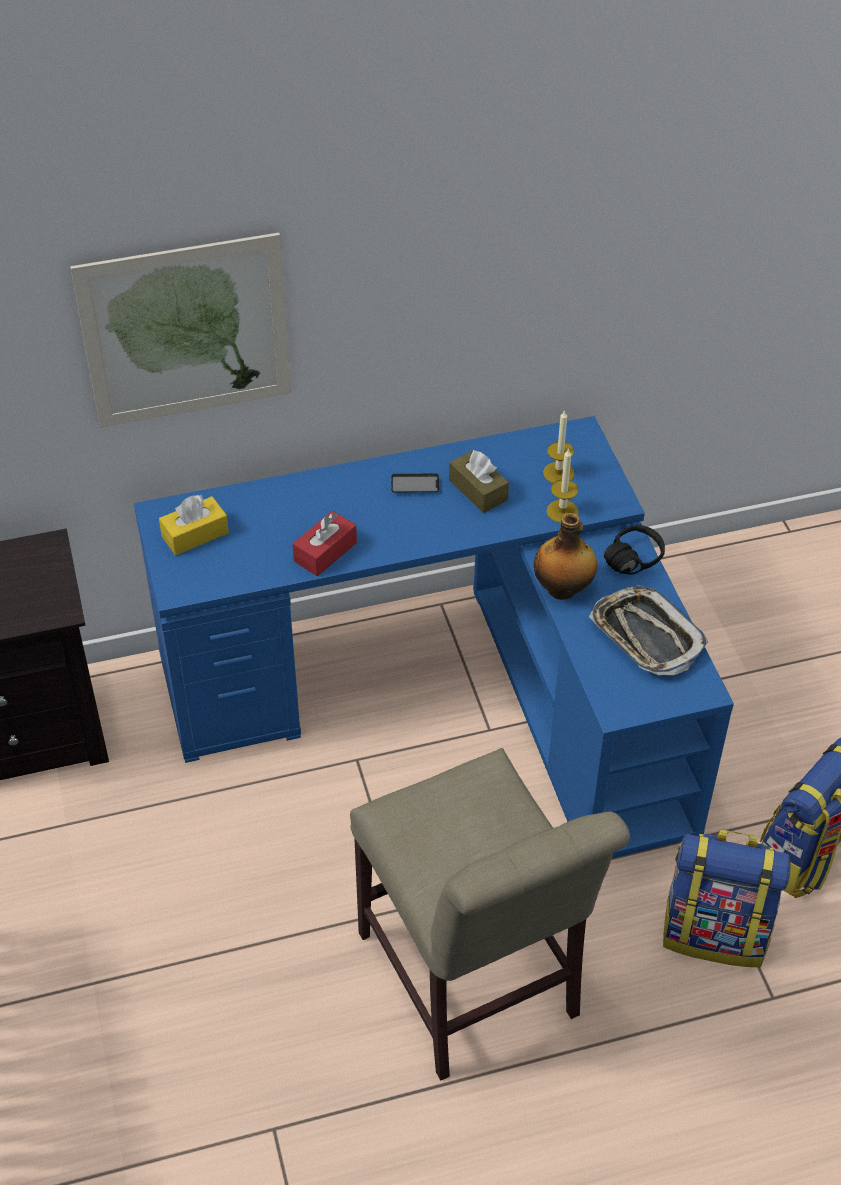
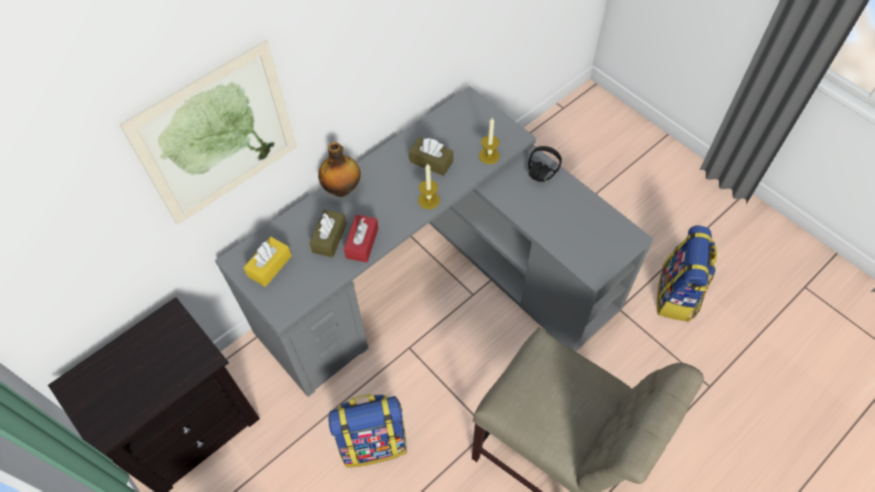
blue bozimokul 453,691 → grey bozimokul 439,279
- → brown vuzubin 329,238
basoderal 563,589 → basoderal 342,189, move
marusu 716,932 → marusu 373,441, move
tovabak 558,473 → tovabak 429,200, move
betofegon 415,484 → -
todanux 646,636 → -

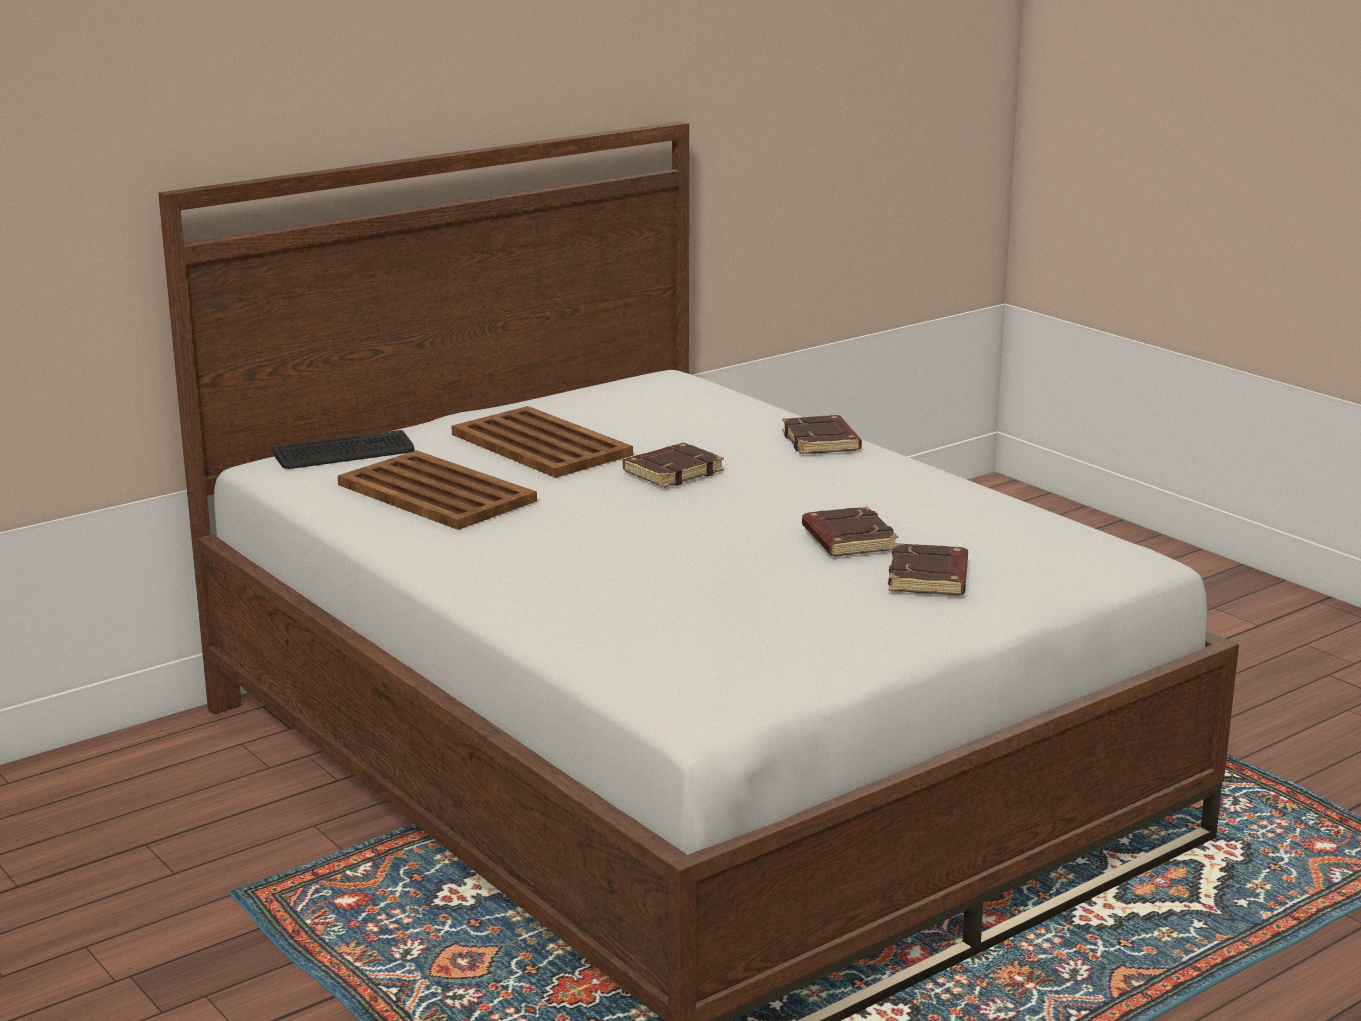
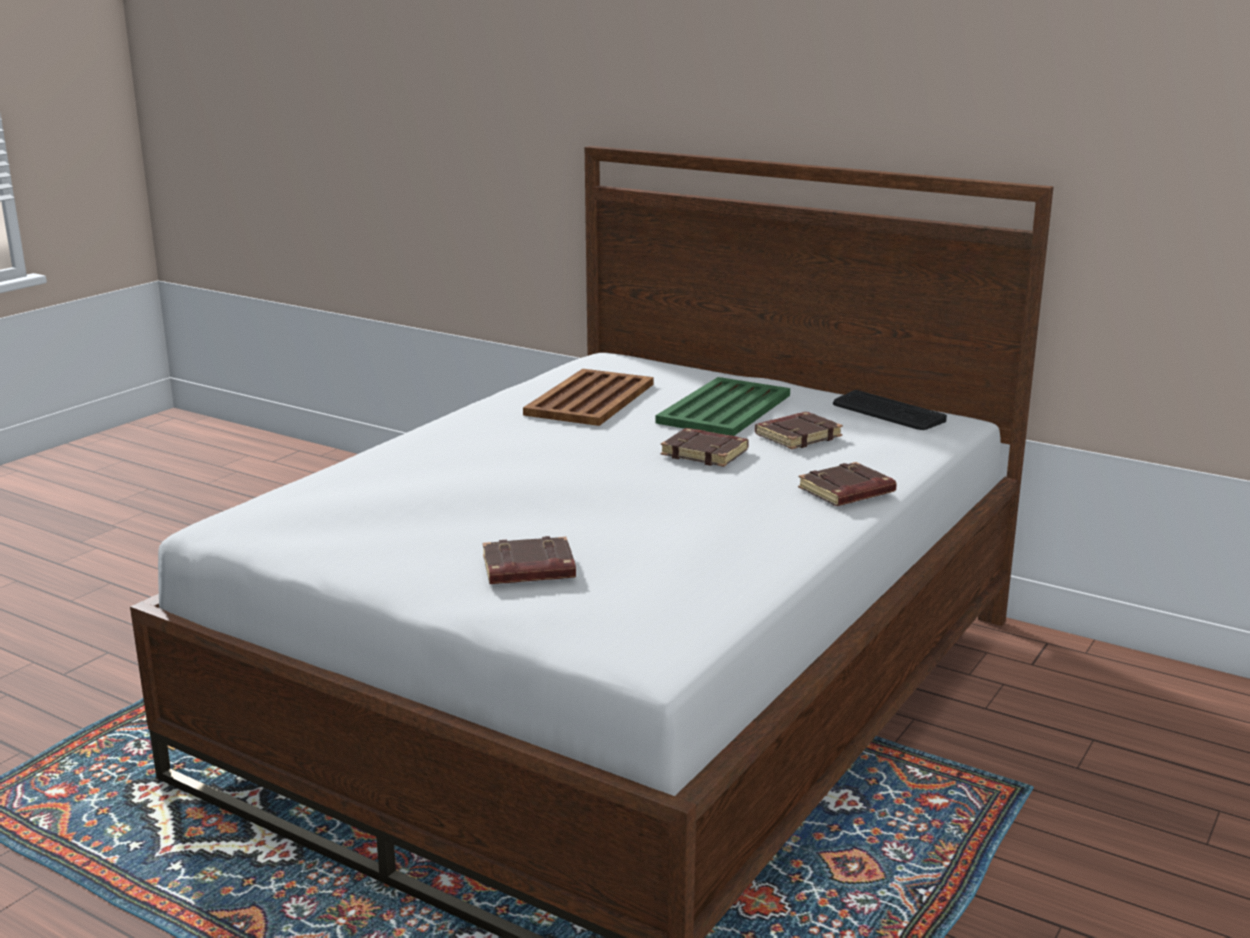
brown todanux 540,444 → green todanux 725,408
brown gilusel 847,540 → brown gilusel 797,436, move
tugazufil 344,453 → tugazufil 887,412, move

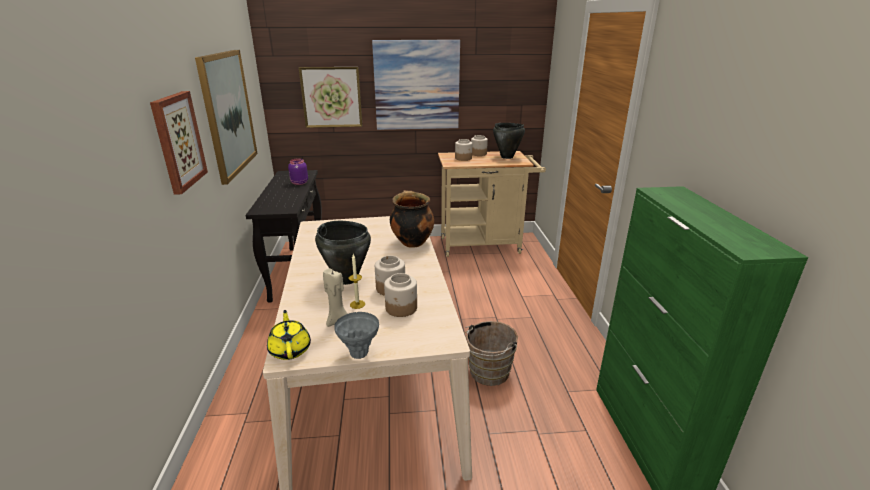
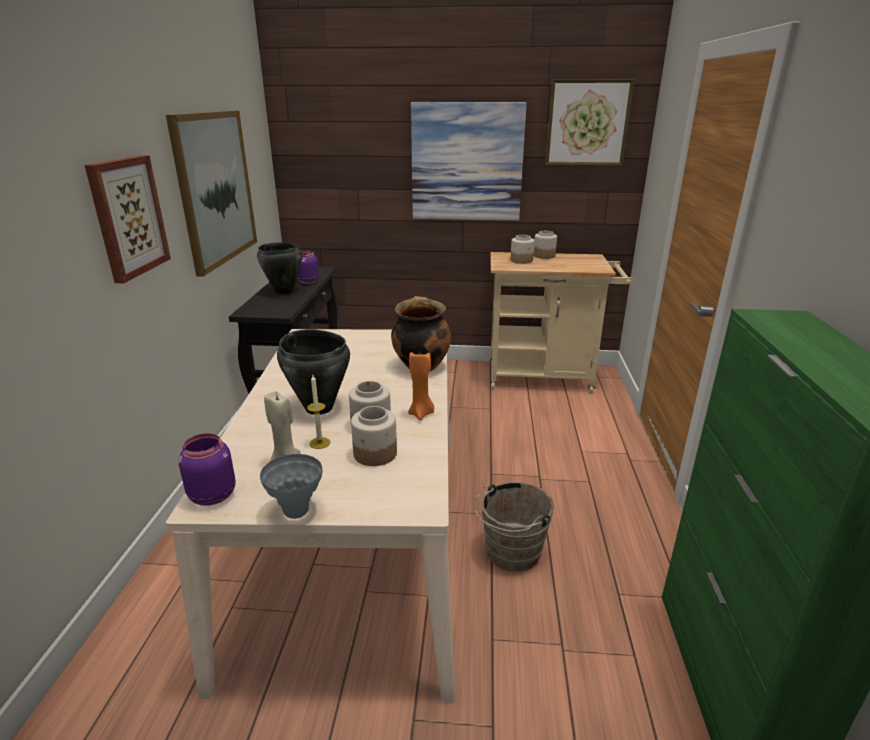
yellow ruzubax 290,349 → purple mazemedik 212,495
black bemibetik 507,157 → black bemibetik 284,292, move
- → orange tovabak 421,414
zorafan 331,97 → zorafan 587,123, move

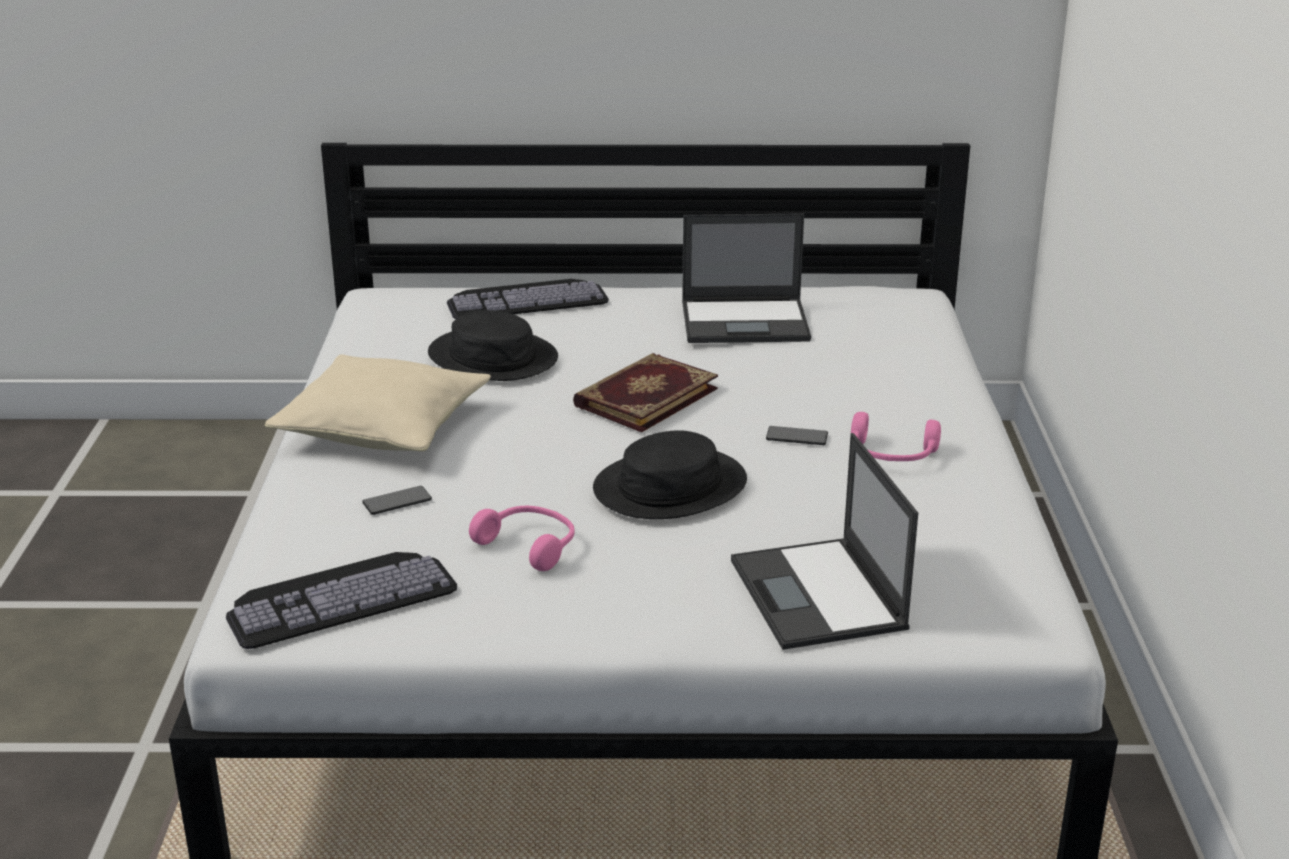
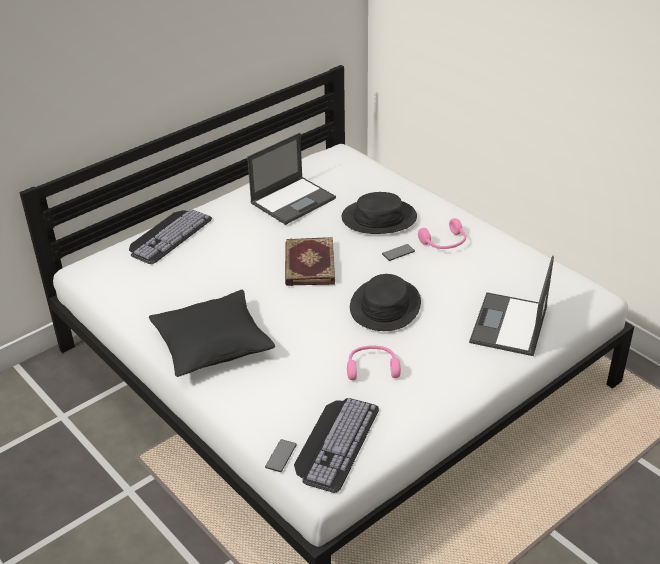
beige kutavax 383,428 → black kutavax 212,345
betofegon 397,501 → betofegon 281,456, move
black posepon 493,357 → black posepon 379,218, move
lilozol 819,595 → lilozol 509,325, 75 degrees clockwise

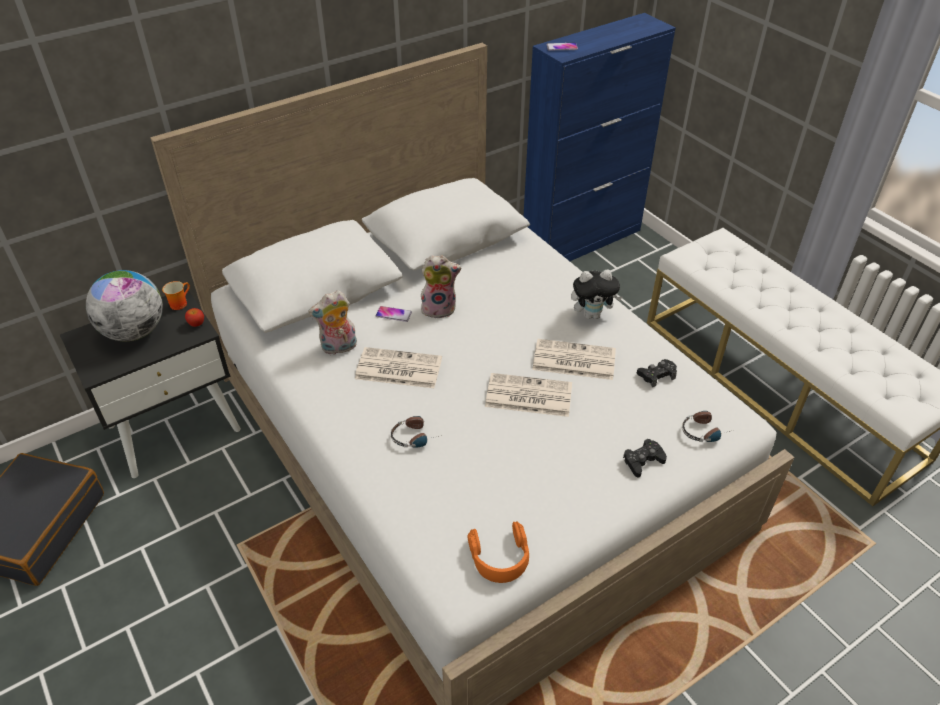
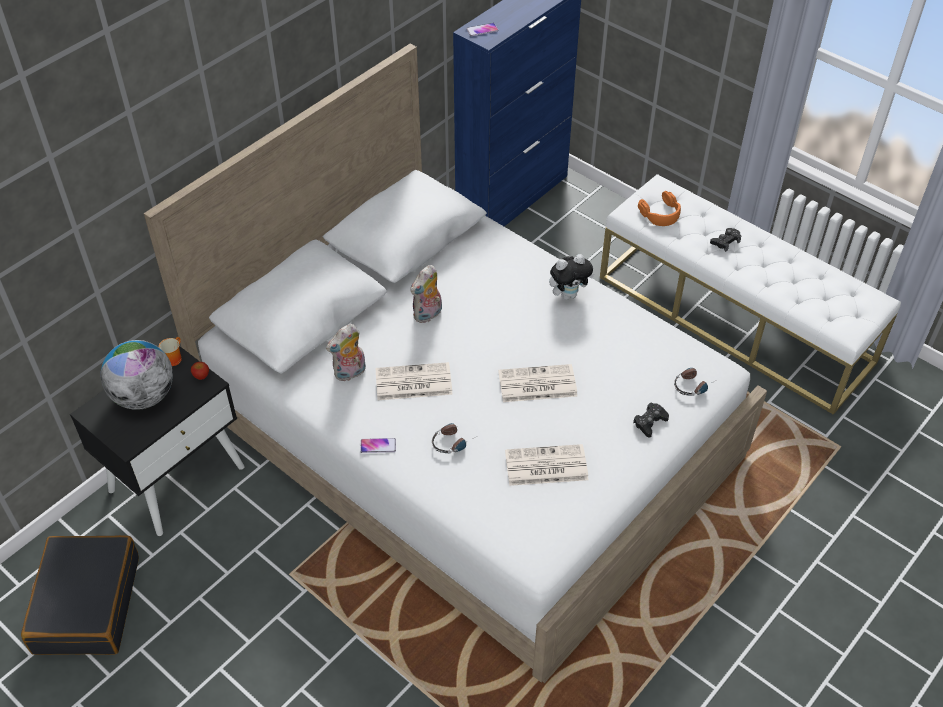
betofegon 393,314 → betofegon 378,446, move
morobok 439,308 → morobok 428,315, 150 degrees clockwise
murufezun 572,360 → murufezun 545,466, move
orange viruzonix 500,557 → orange viruzonix 660,213, move
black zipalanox 656,375 → black zipalanox 725,242, move

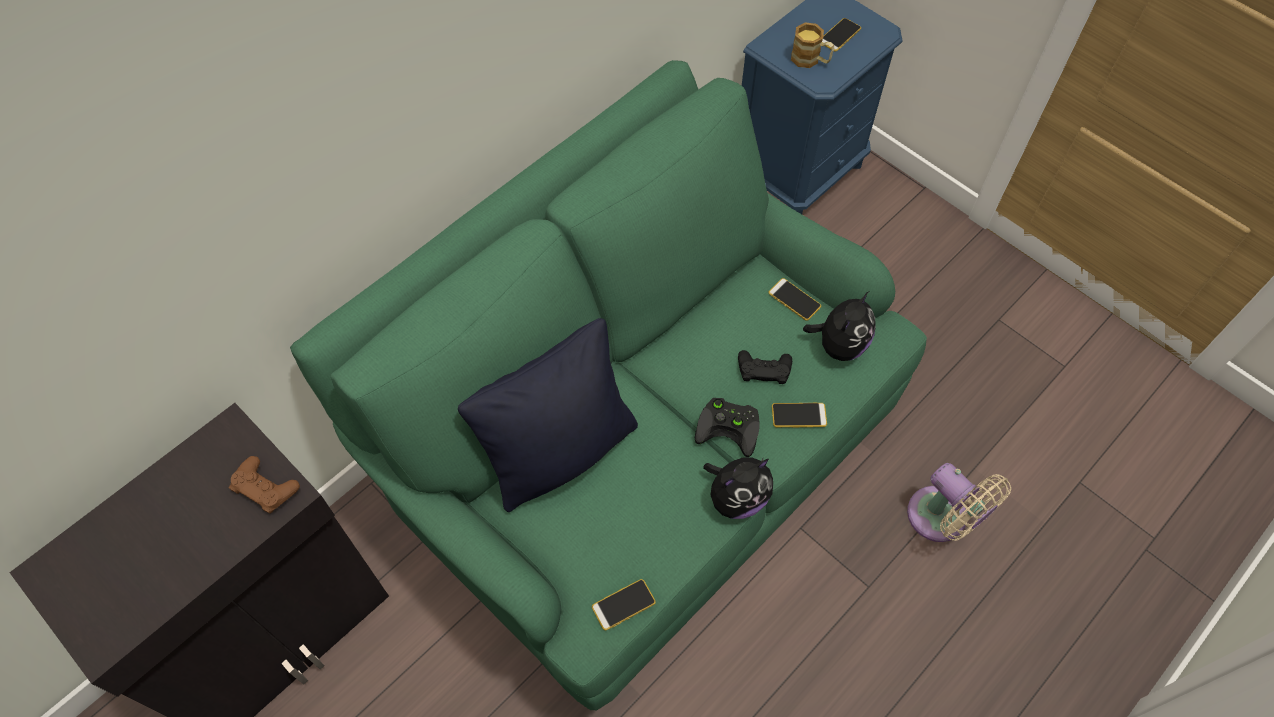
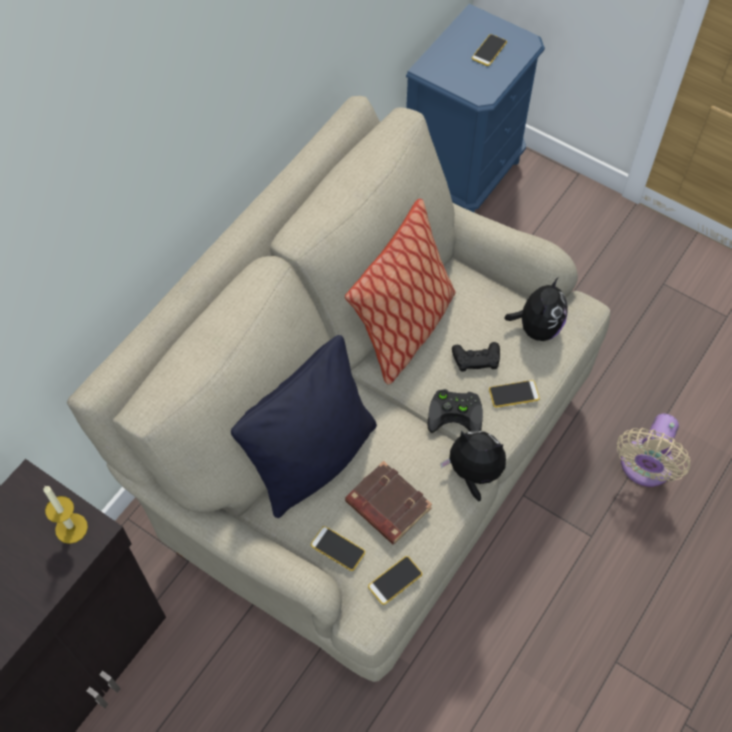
brown zipalanox 265,487 → tovabak 71,528
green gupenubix 635,453 → beige gupenubix 364,453
betofegon 794,300 → betofegon 338,548, move
- → kutavax 404,330
- → brown gilusel 386,505
morobok 736,498 → morobok 473,473, 120 degrees counterclockwise
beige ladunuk 942,520 → beige ladunuk 644,468, 75 degrees clockwise
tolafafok 810,60 → -

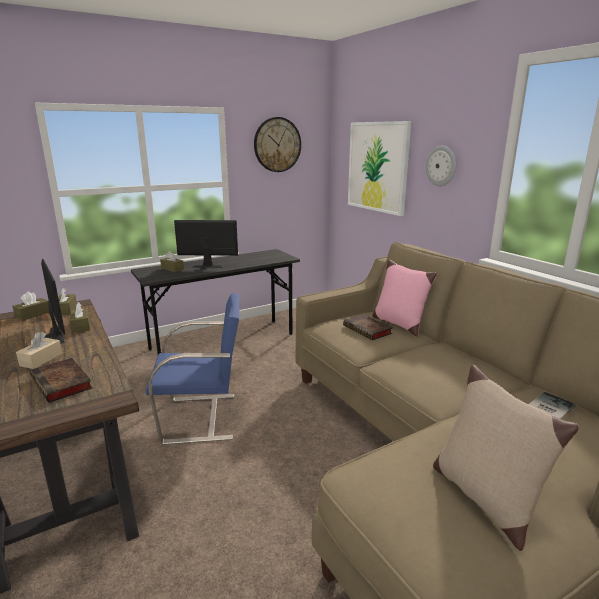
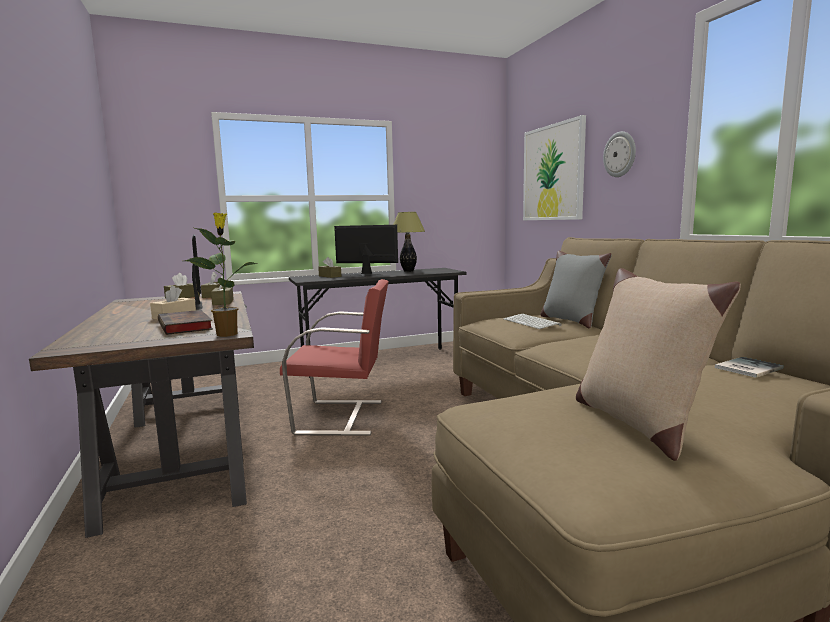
- → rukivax 227,334
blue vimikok 202,418 → red vimikok 342,417
- → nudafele 408,271
gilusel 368,330 → tugazufil 532,322
pink kutavax 399,324 → grey kutavax 571,320
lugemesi 277,145 → -

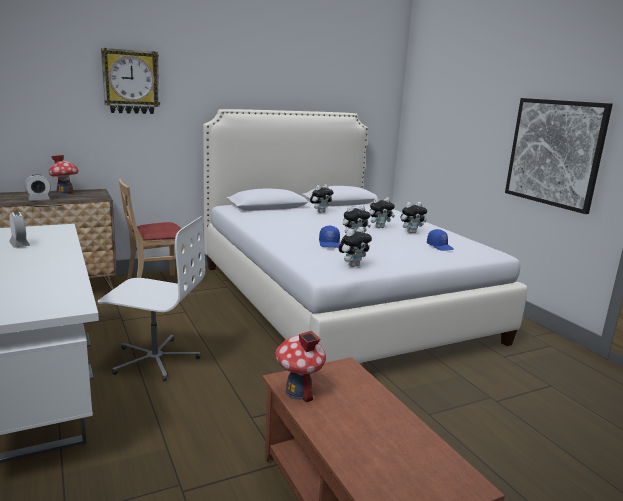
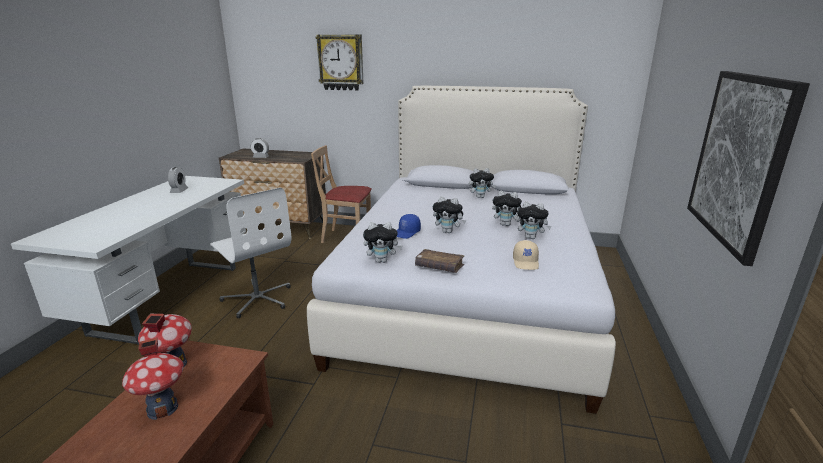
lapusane 65,192 → lapusane 163,408, move
- → brown gilusel 439,267
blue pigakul 440,246 → beige pigakul 526,262

